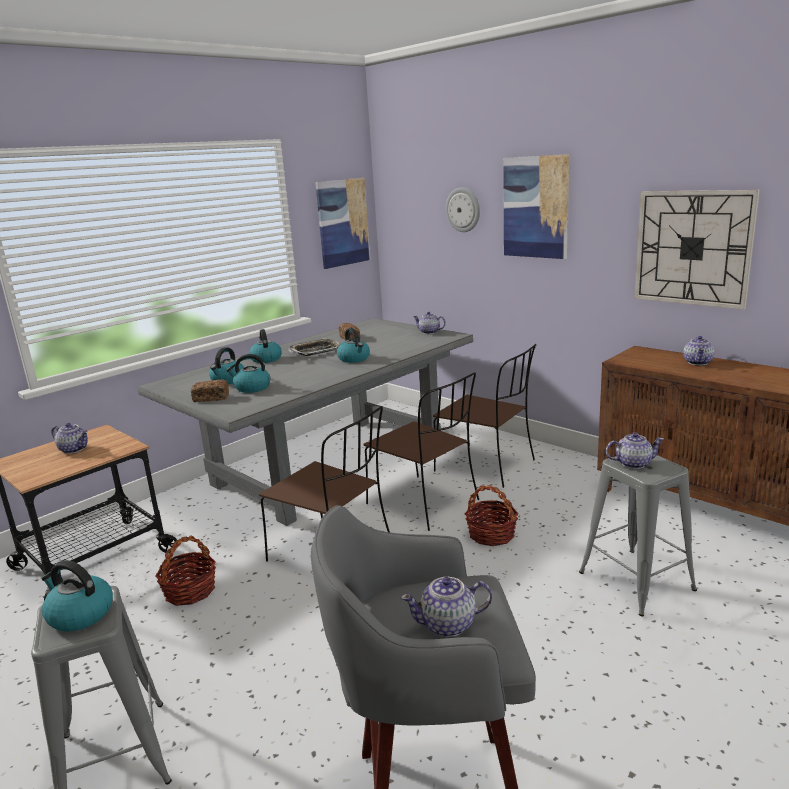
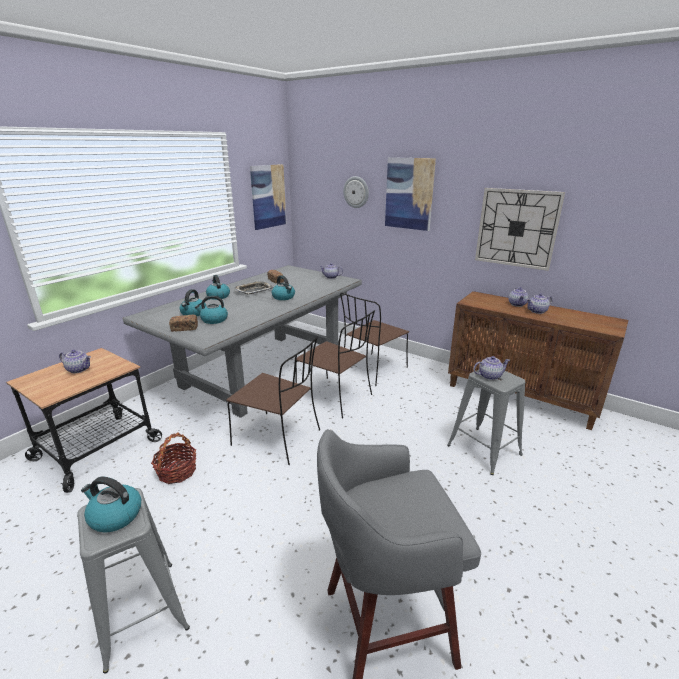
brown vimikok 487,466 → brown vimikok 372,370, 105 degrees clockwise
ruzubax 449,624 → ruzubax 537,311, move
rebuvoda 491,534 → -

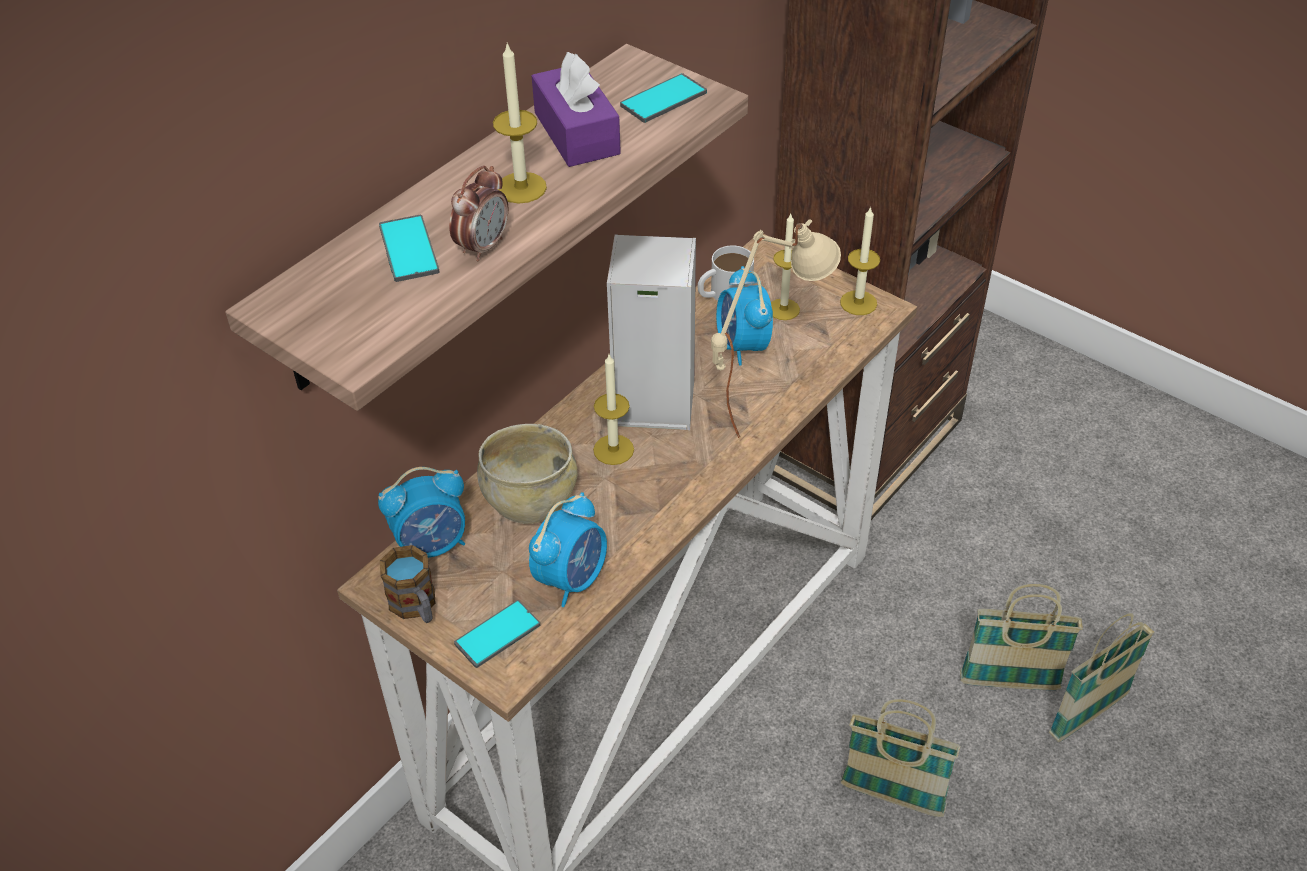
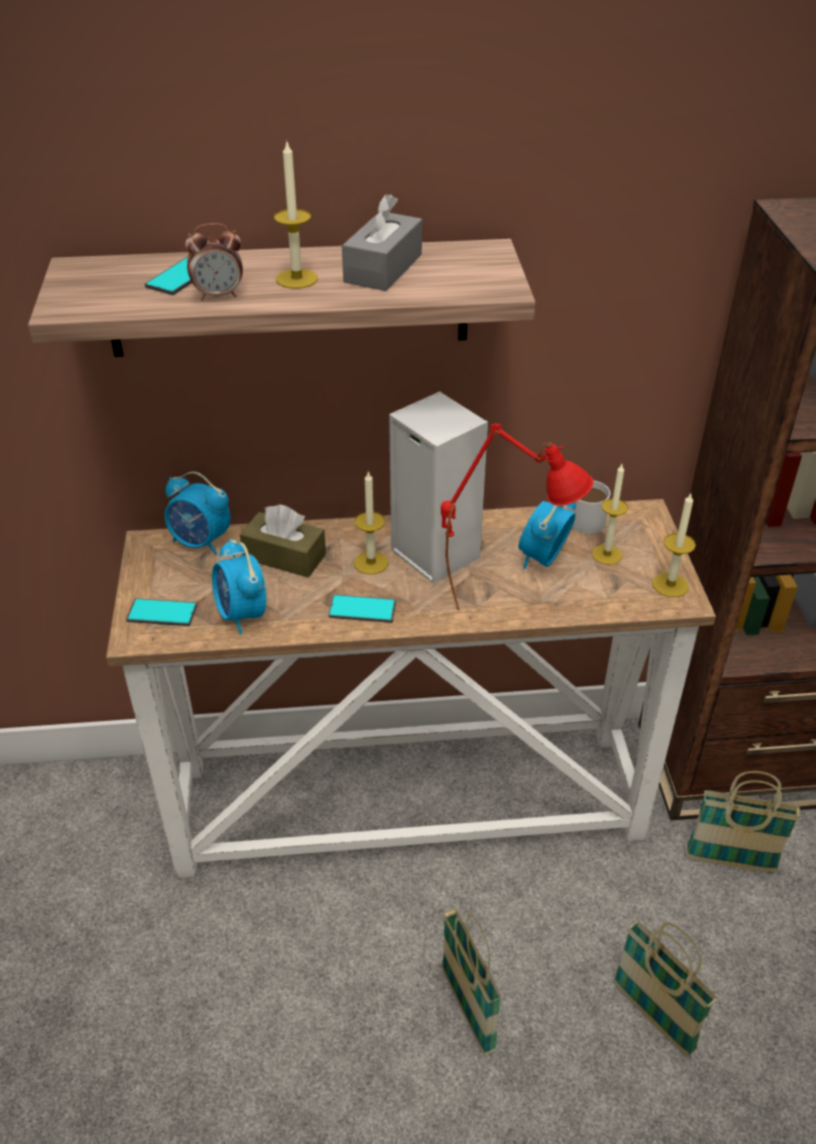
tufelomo 572,578 → tufelomo 242,615, 75 degrees clockwise
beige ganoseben 530,500 → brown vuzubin 284,556
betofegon 663,99 → betofegon 362,609, move
purple vuzubin 576,133 → grey vuzubin 383,268
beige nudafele 765,403 → red nudafele 506,602
rebuvoda 1088,715 → rebuvoda 730,862, move
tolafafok 416,606 → -

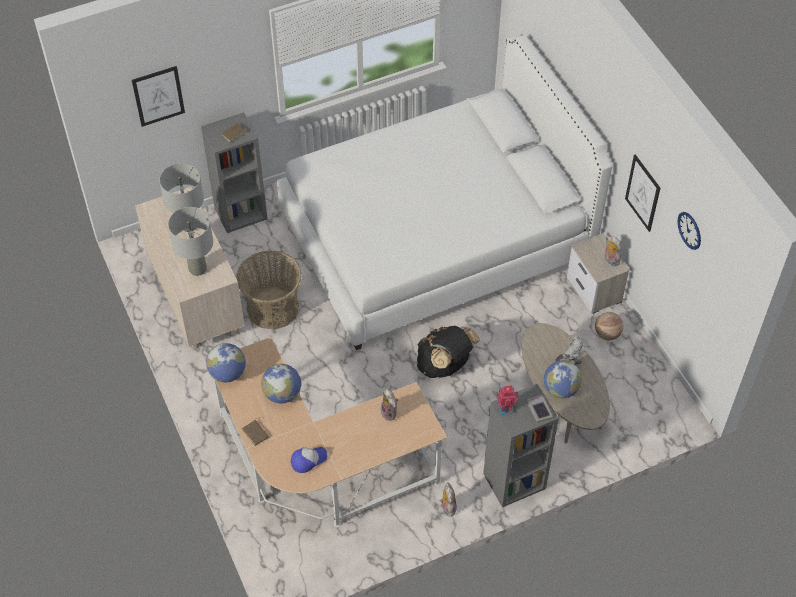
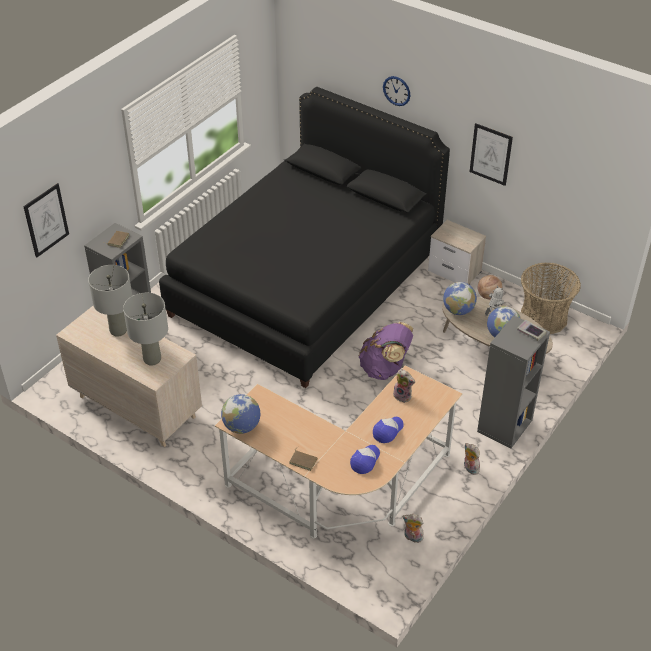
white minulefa 435,237 → black minulefa 306,284
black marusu 444,365 → purple marusu 385,368
- → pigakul 387,431
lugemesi 689,230 → lugemesi 396,90, move
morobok 610,260 → morobok 412,537, move
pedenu 282,394 → pedenu 458,310, move
rebuvoda 272,308 → rebuvoda 543,318, move
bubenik 505,408 → -

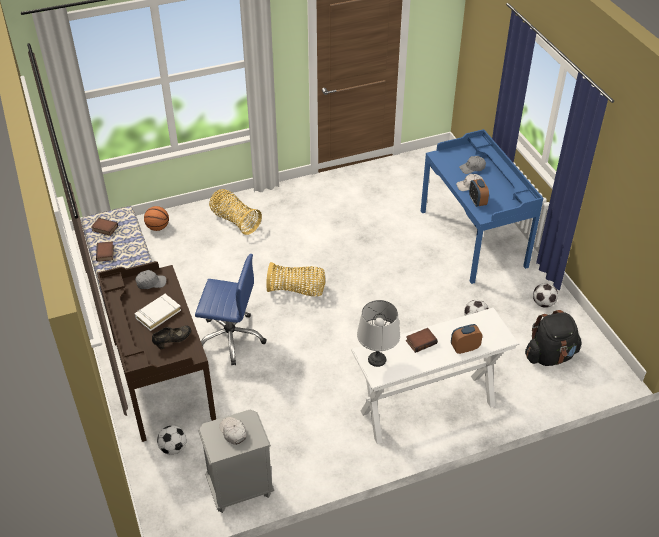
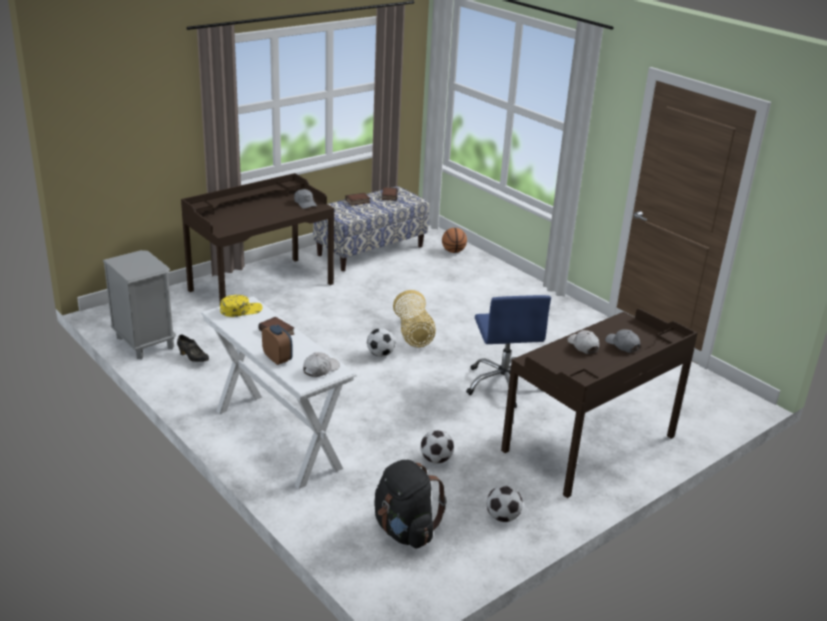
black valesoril 173,341 → black valesoril 193,358, move
grey nudafele 376,359 → yellow pigakul 241,310
white pigakul 233,432 → white pigakul 320,369, move
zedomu 173,448 → zedomu 380,354, move
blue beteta 231,338 → blue beteta 503,385, move
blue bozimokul 473,238 → brown bozimokul 590,444
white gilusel 158,314 → -
rebuvoda 235,221 → -
tufelomo 477,202 → -

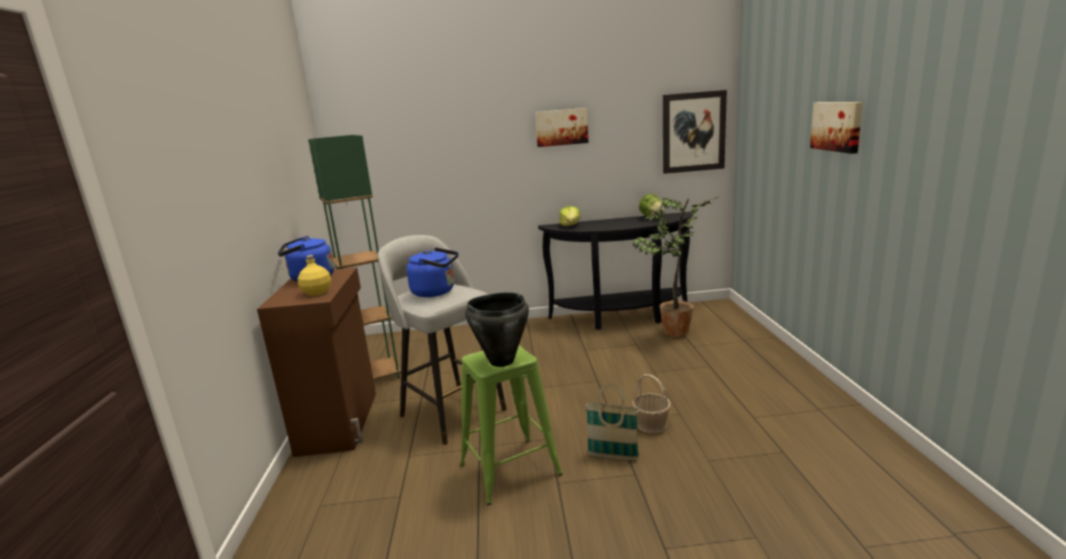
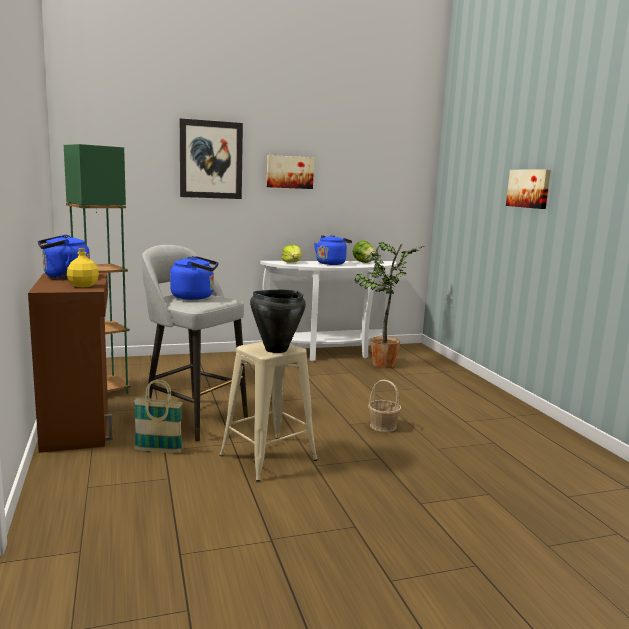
rebuvoda 613,456 → rebuvoda 158,451, move
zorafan 693,132 → zorafan 211,160, move
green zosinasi 509,470 → beige zosinasi 267,458
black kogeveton 622,317 → white kogeveton 331,353
- → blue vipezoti 331,263

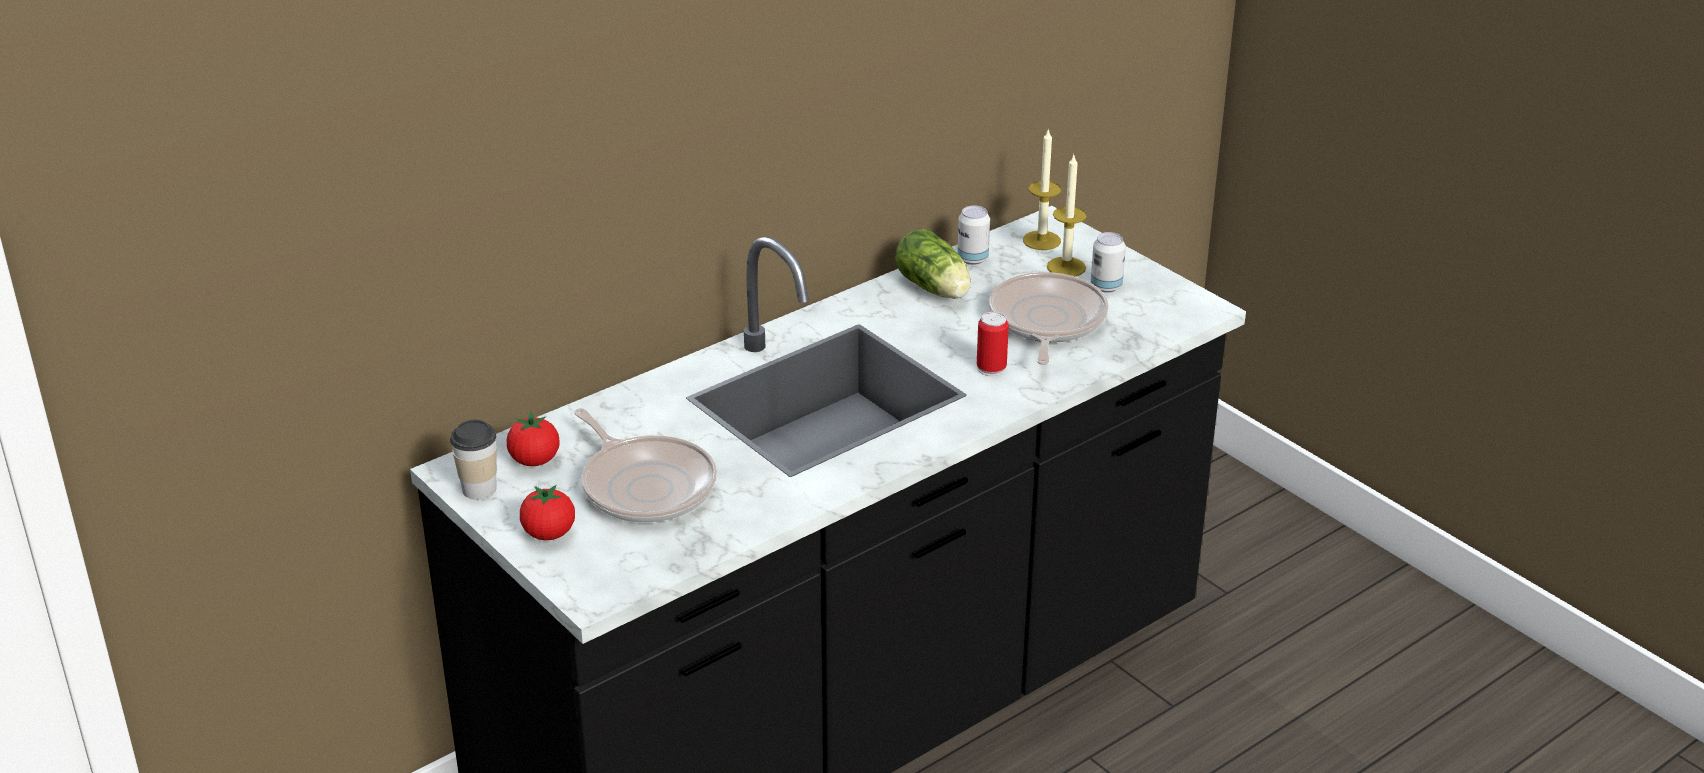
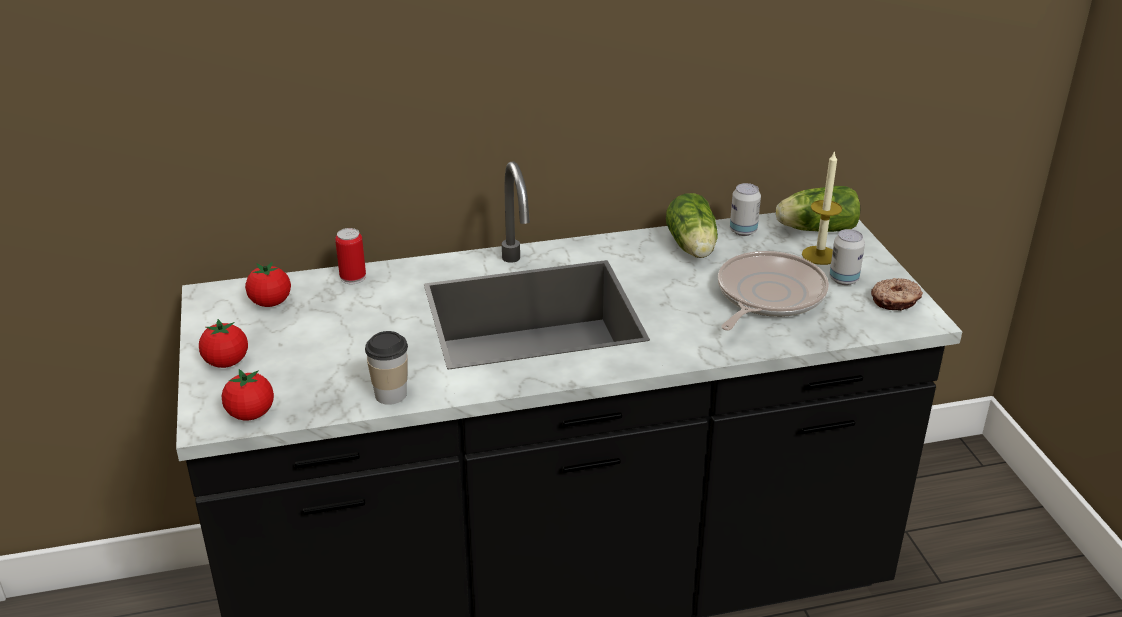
- → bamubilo 251,414
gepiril 991,368 → gepiril 353,277, move
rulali 479,489 → rulali 391,394, move
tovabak 1041,240 → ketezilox 814,229
- → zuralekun 895,301
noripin 646,485 → -

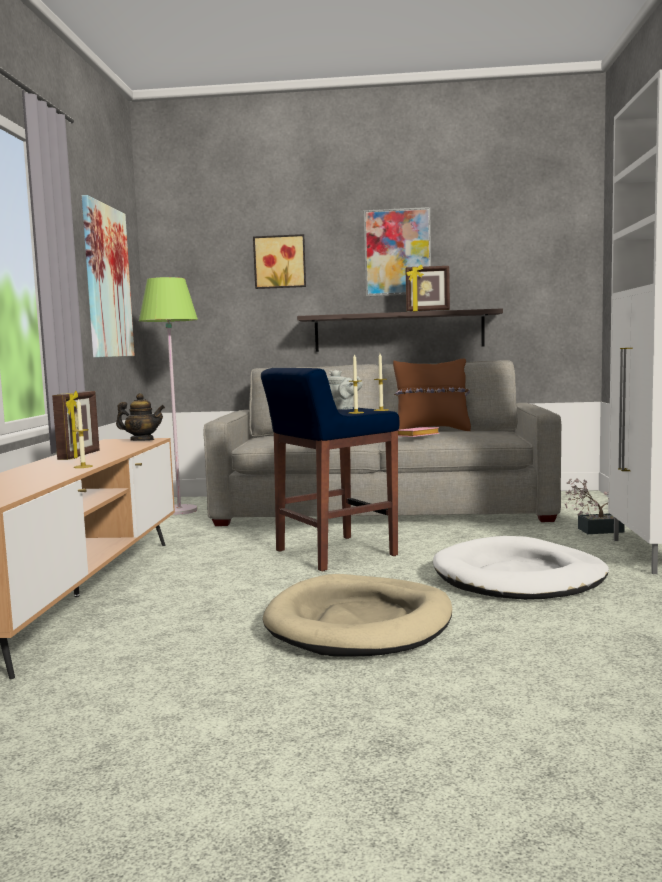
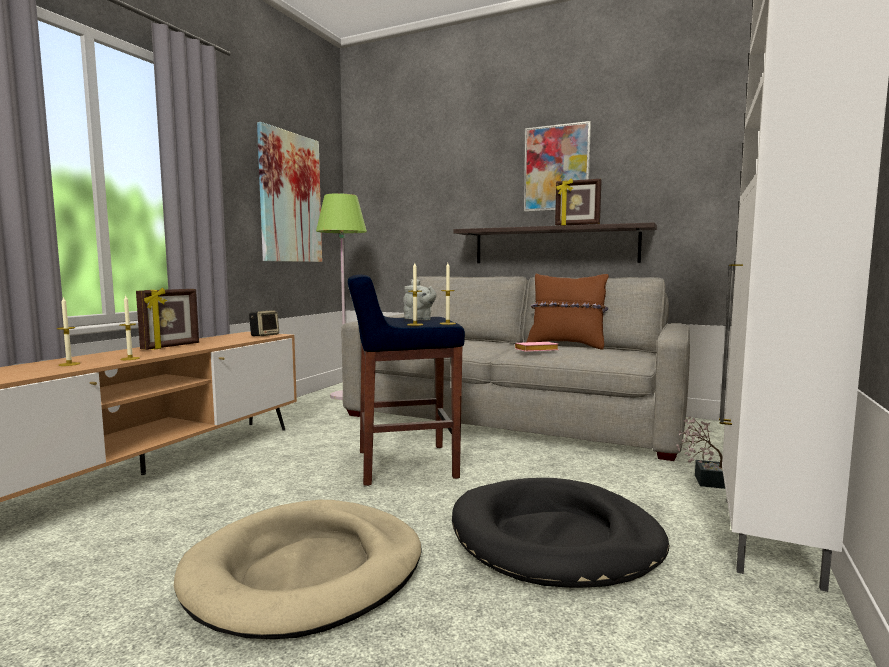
- → tovabak 69,364
ruzubax 142,440 → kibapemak 264,335
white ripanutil 519,577 → black ripanutil 555,538
zorafan 280,262 → -

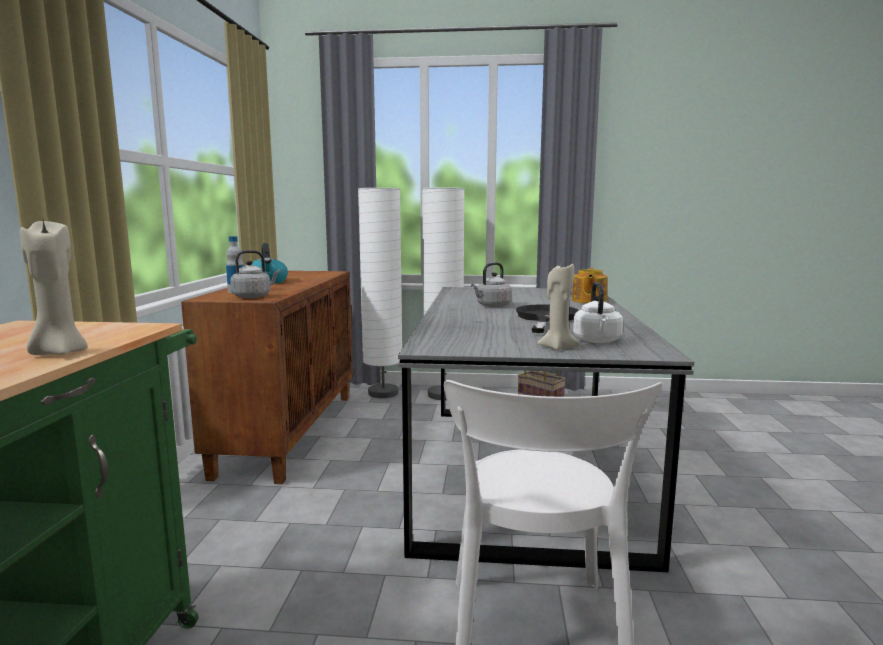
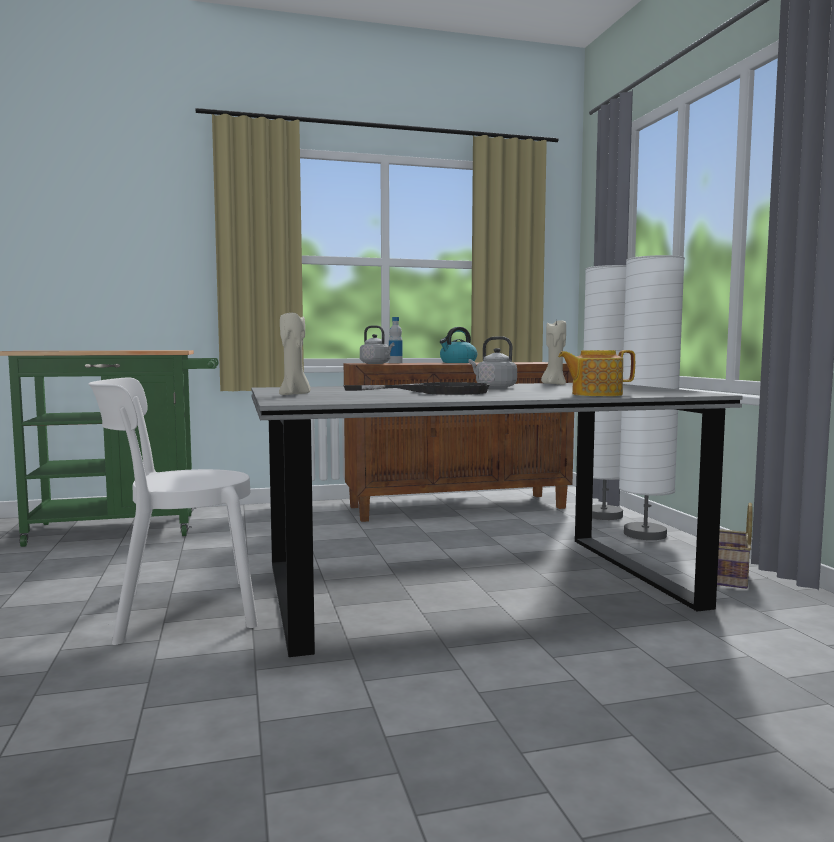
beige tovabak 58,353 → beige tovabak 554,384, move
white vipezoti 597,341 → -

